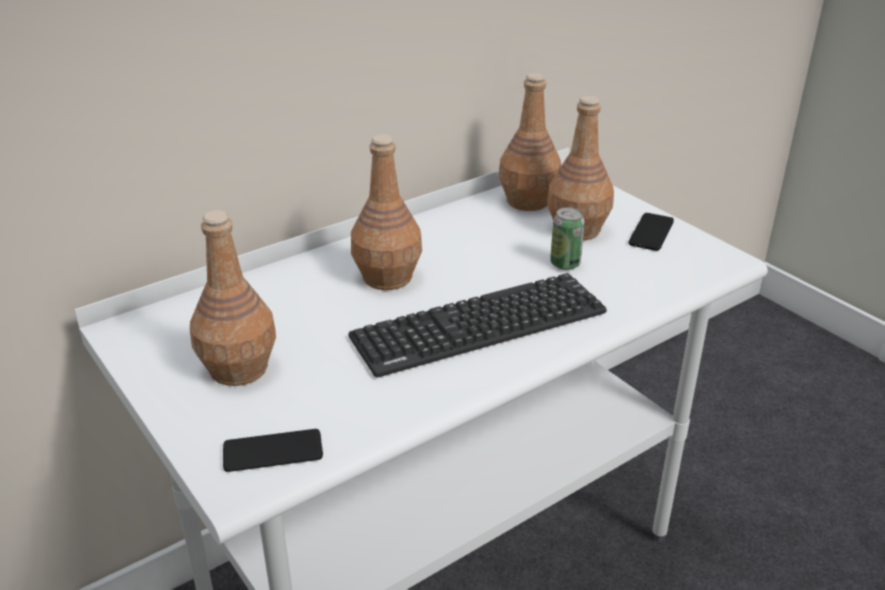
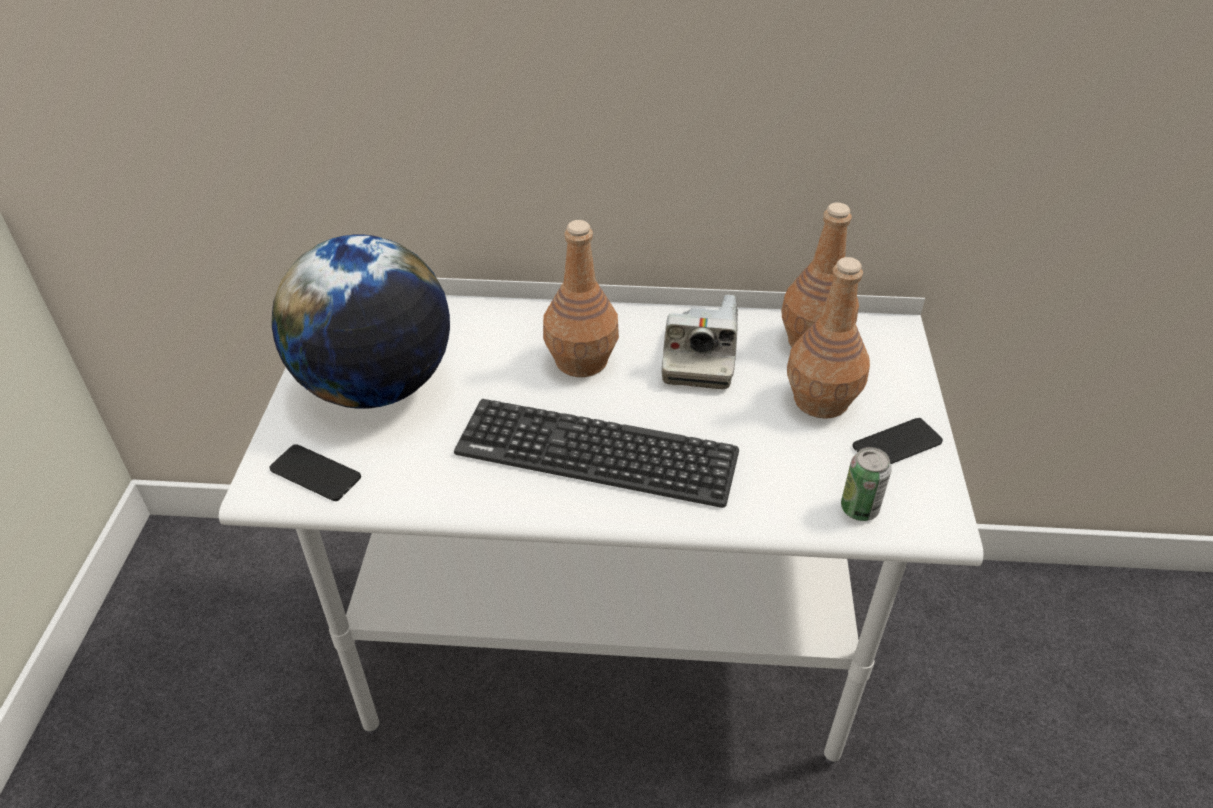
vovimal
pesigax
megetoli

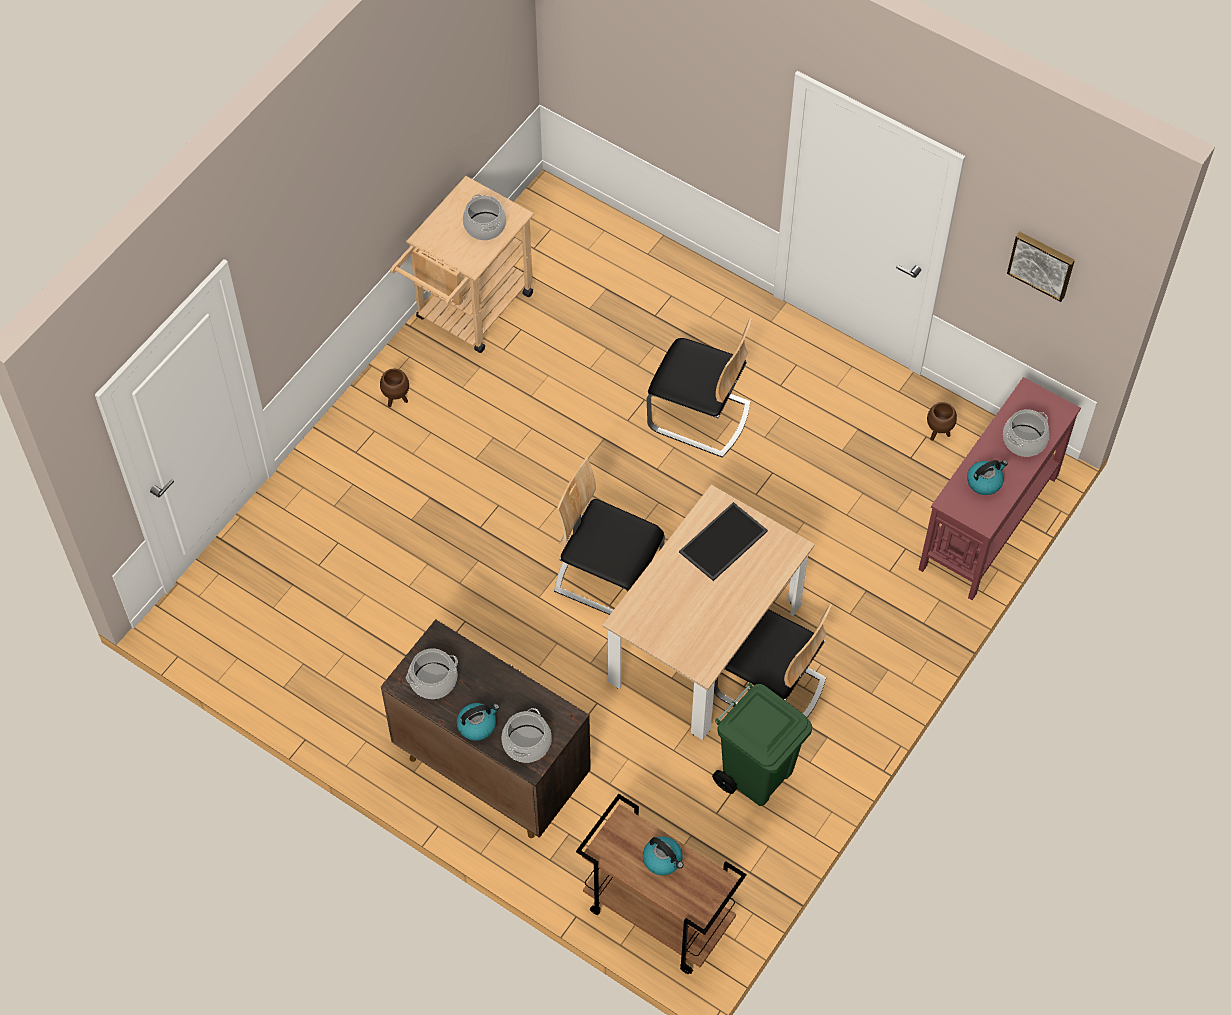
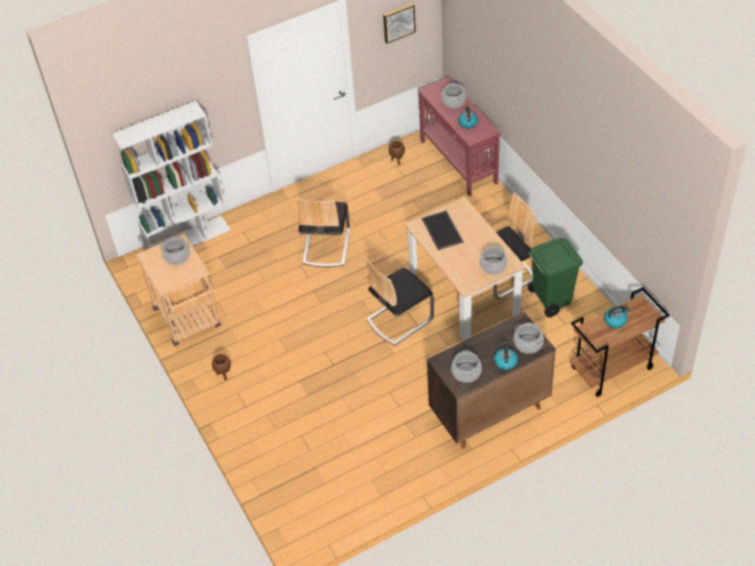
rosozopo (no. 1 from left)
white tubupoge
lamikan (no. 4 from left)

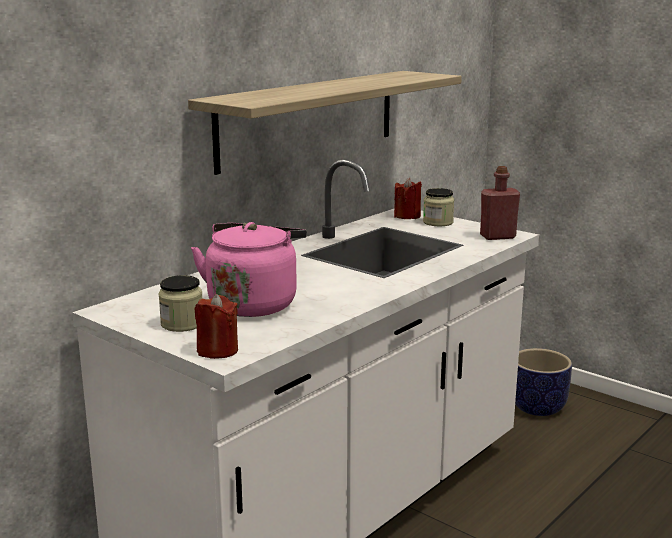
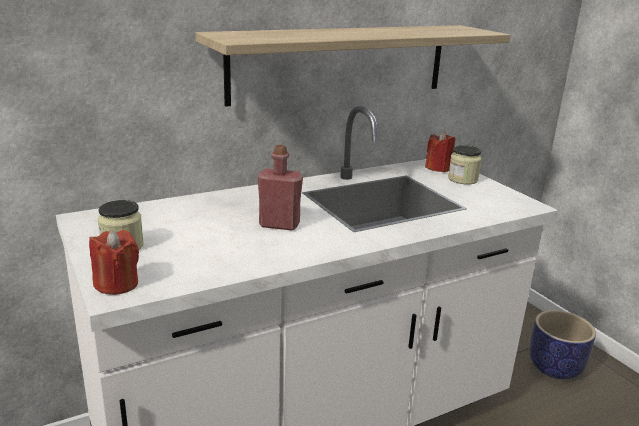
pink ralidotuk
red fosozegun

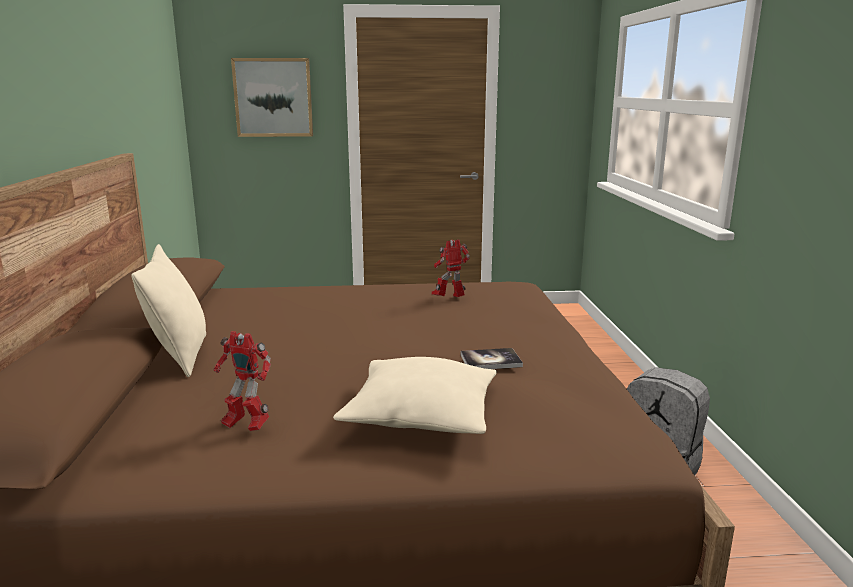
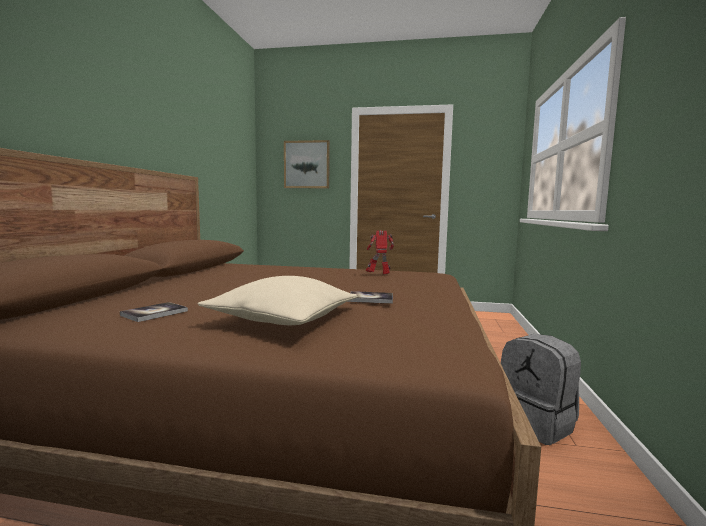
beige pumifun (no. 1 from left in the first image)
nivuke (no. 1 from left)

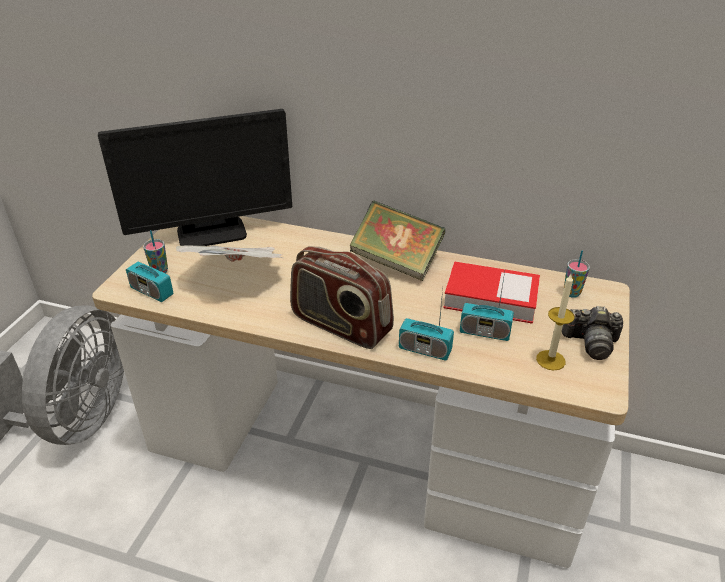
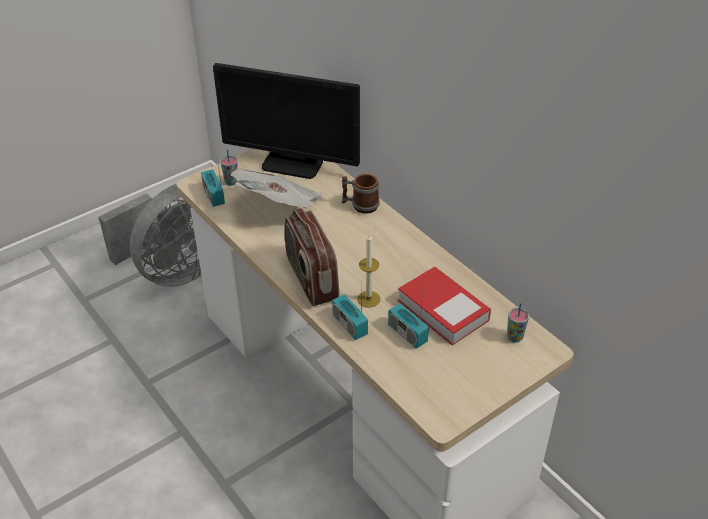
nivuke (no. 1 from left in the first image)
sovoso
megetoli
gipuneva

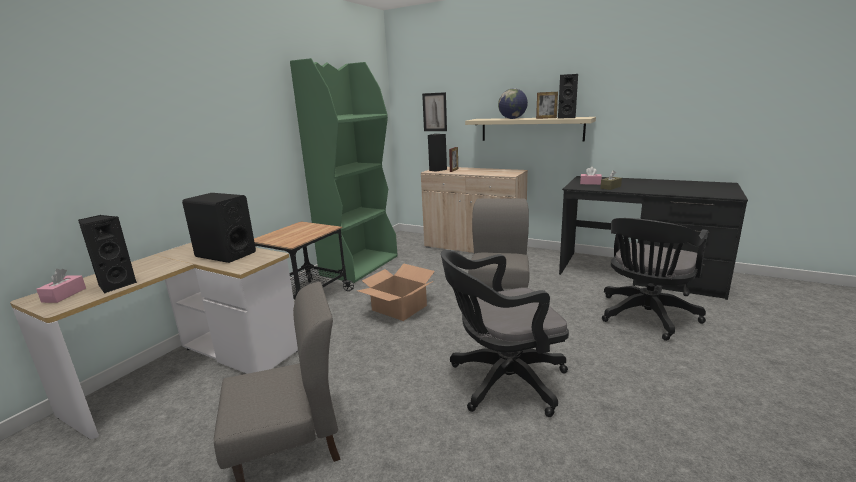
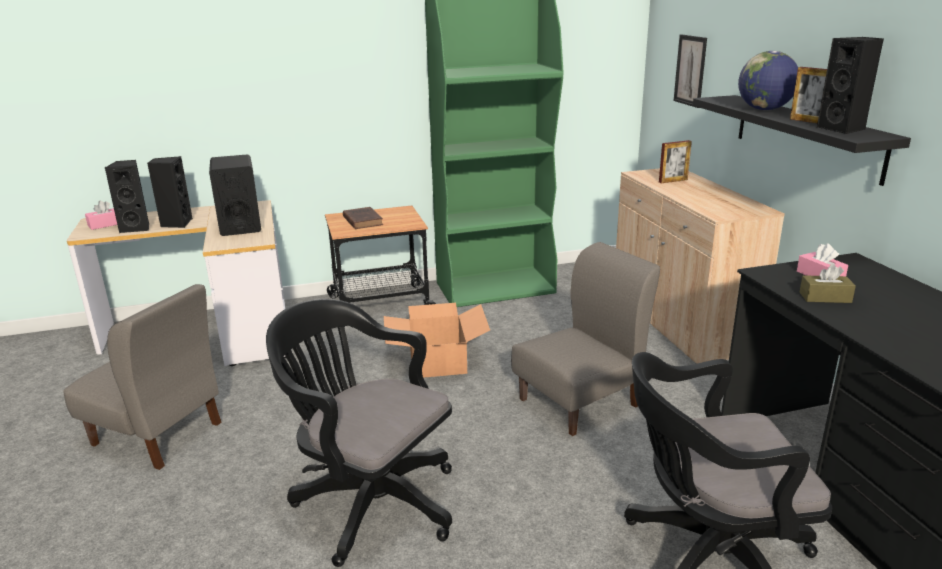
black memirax (no. 2 from left)
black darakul
brown nivuke

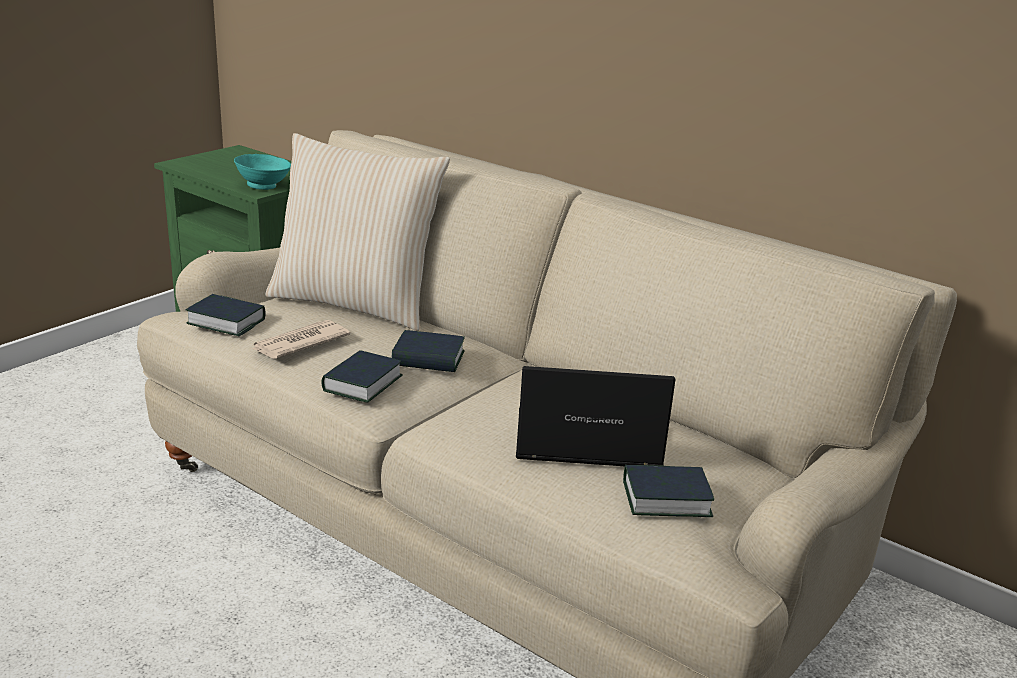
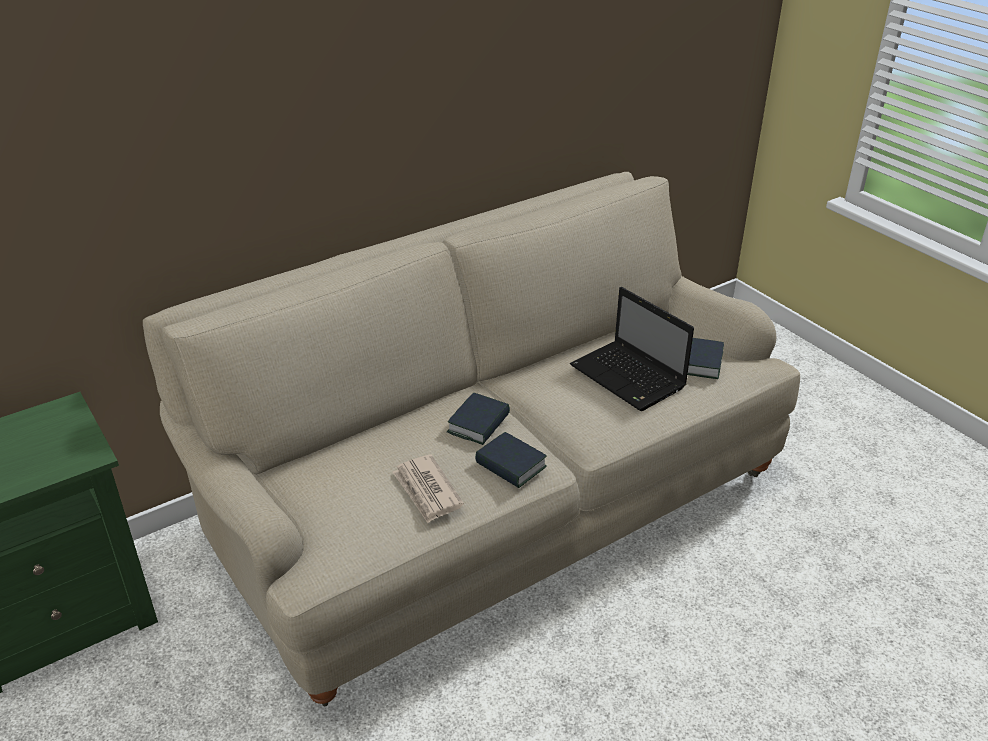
nivuke (no. 1 from left in the first image)
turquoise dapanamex
beige pumifun
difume

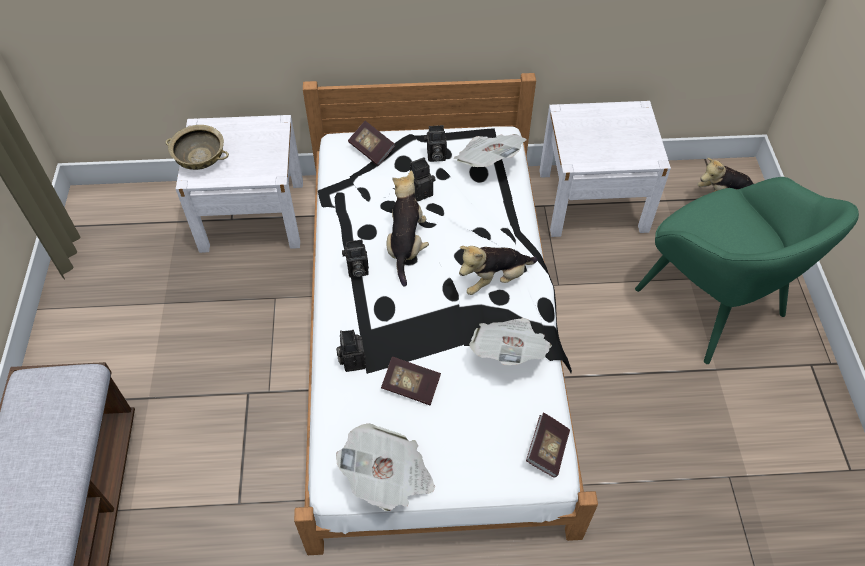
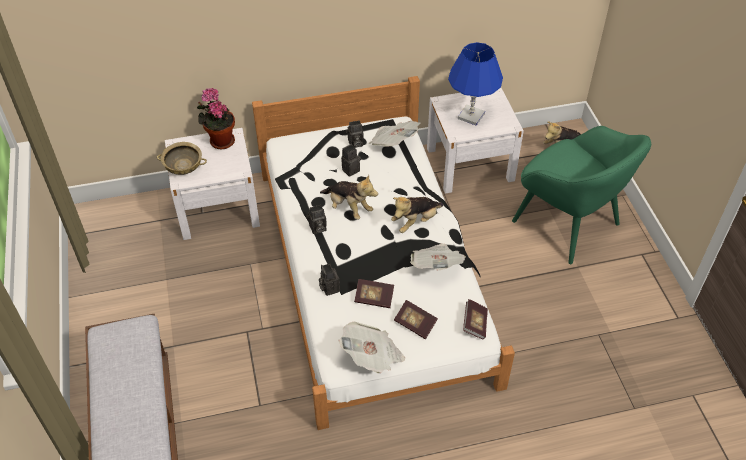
nivuke (no. 2 from left)
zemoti (no. 1 from left)
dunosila
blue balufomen

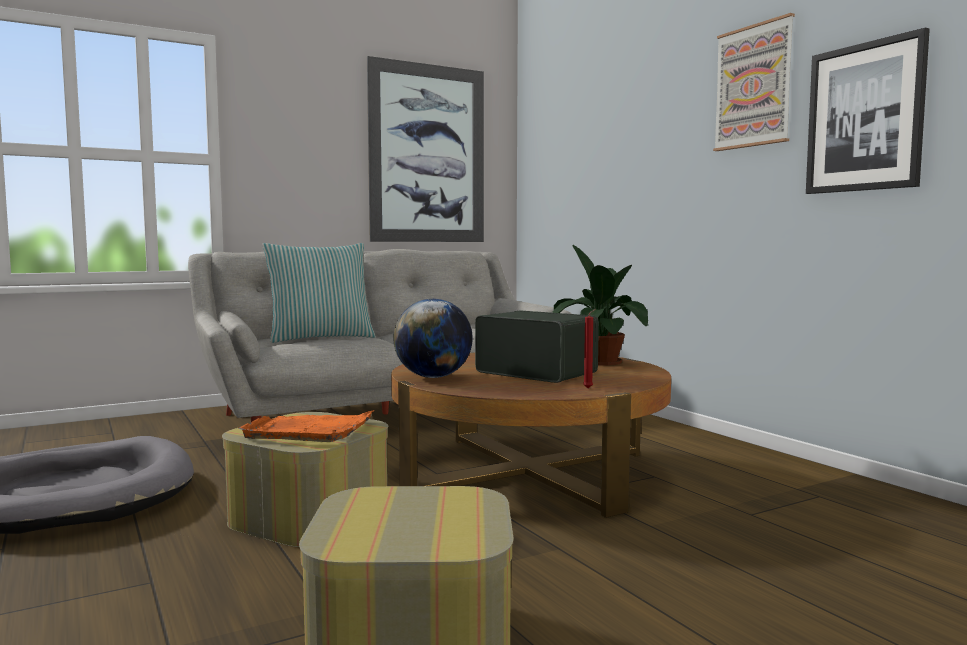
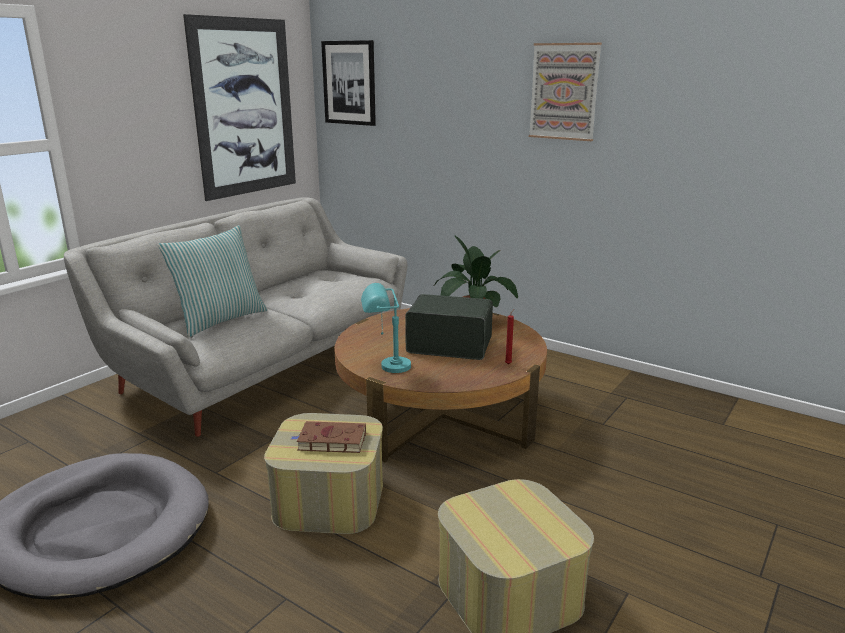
brown nivuke
turquoise balufomen
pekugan (no. 2 from left)

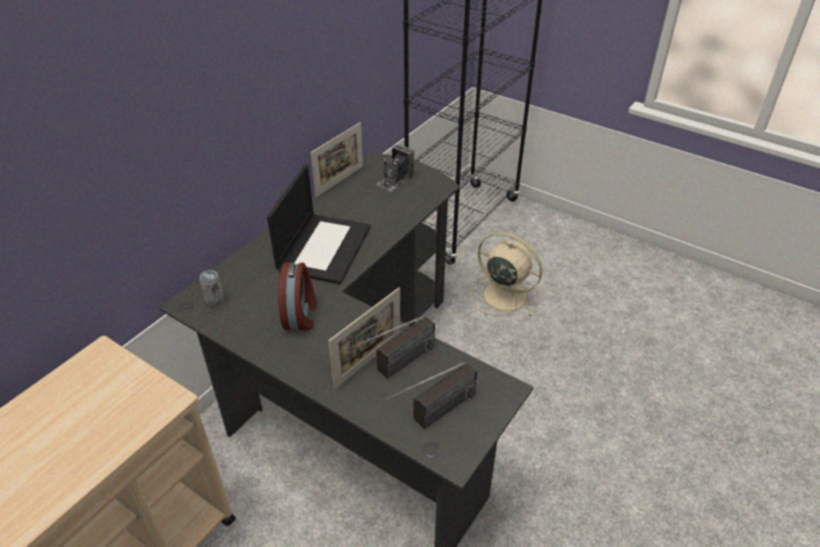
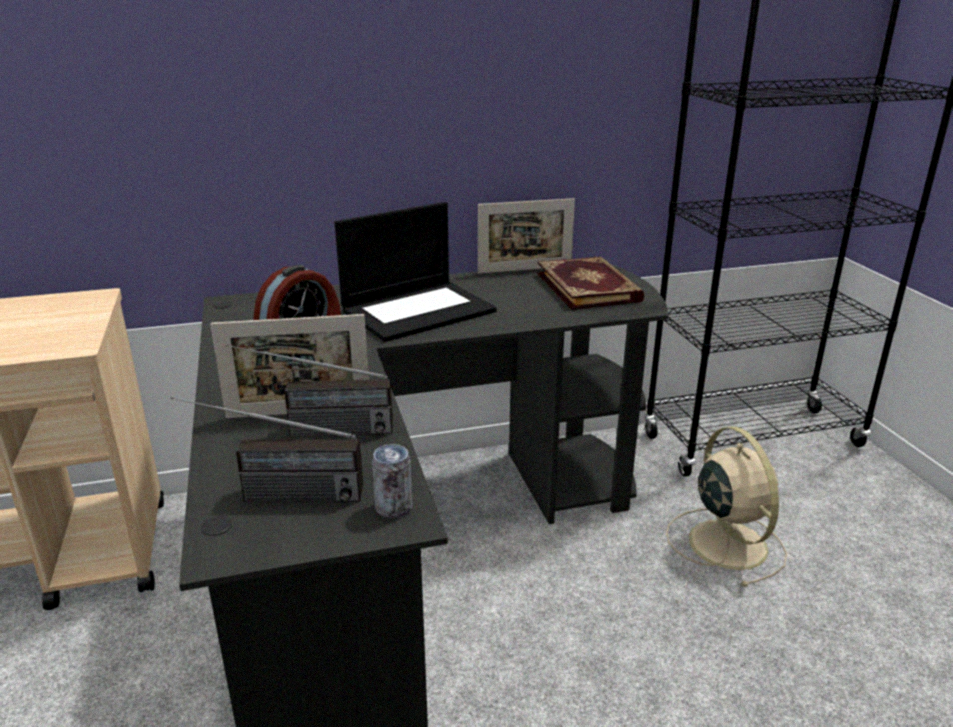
pesigax
nivuke

